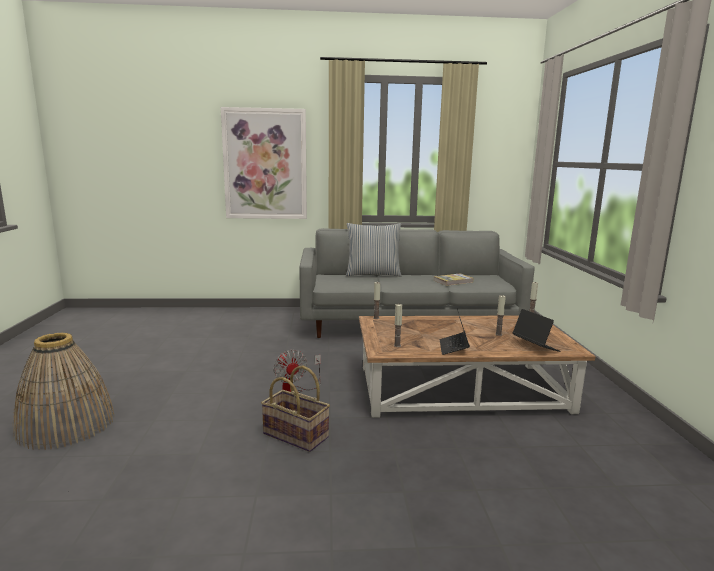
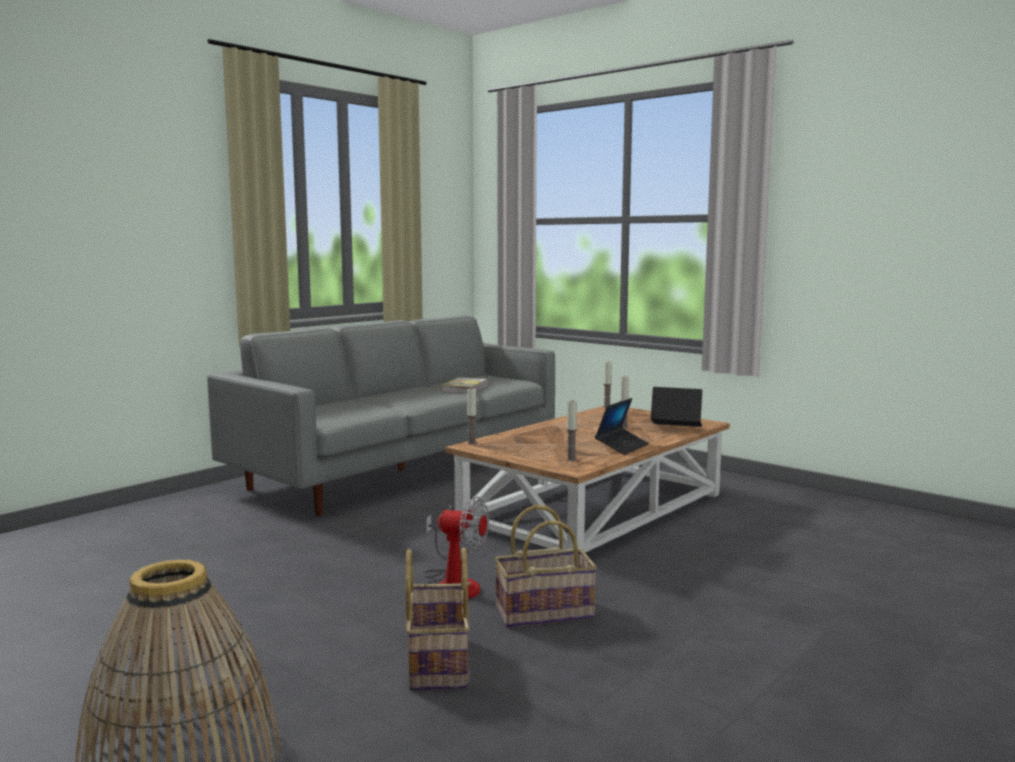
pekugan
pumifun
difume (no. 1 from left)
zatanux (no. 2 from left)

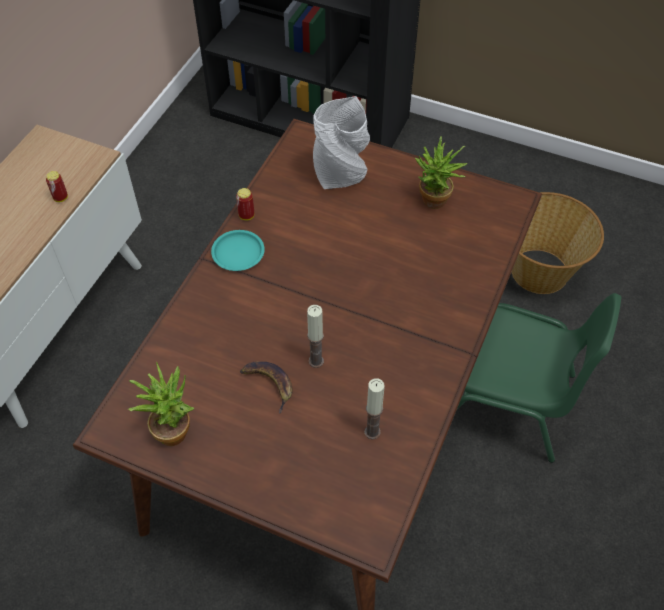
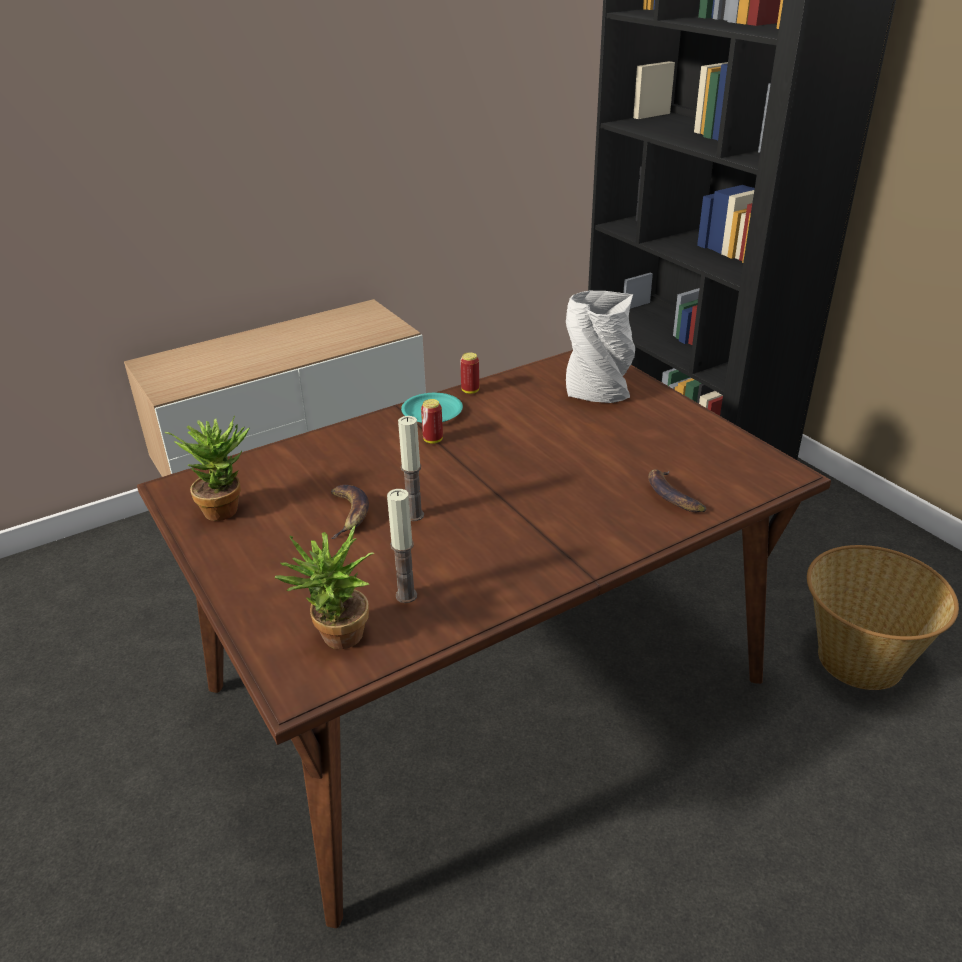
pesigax (no. 1 from left)
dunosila (no. 2 from left)
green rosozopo
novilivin (no. 2 from left)

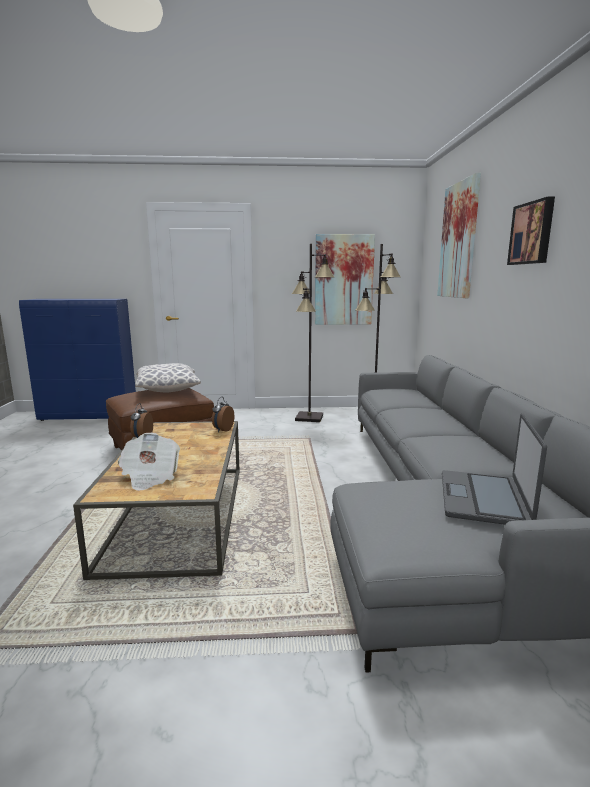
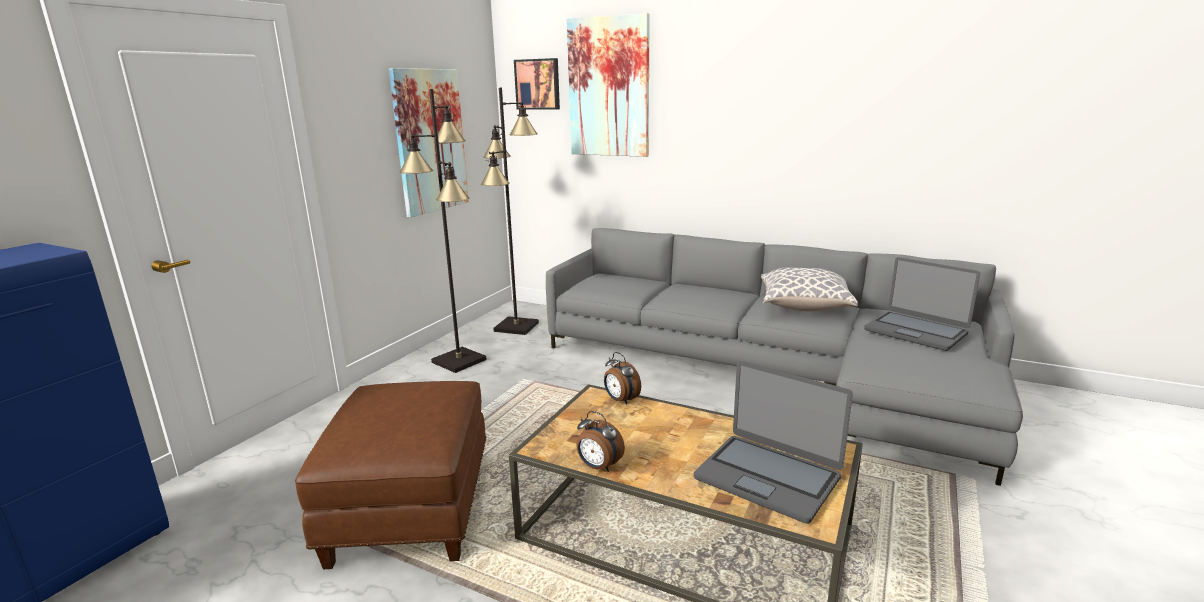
difume (no. 1 from left)
pumifun
pekugan (no. 2 from left)

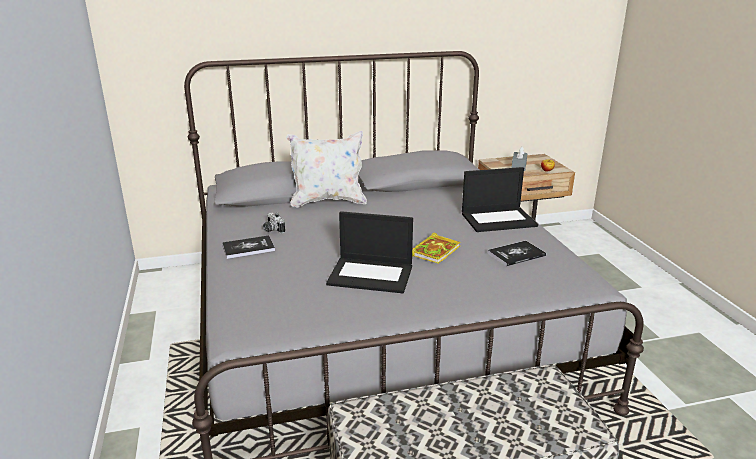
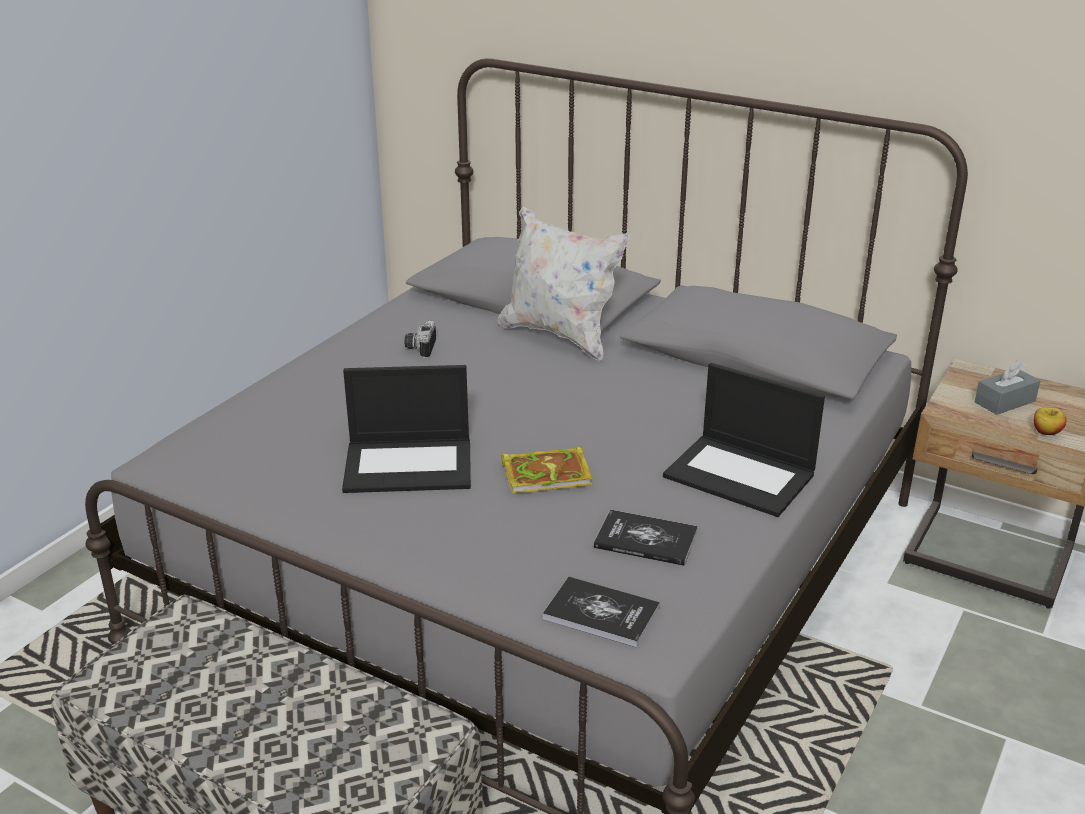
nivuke (no. 2 from left)
difume (no. 1 from left)

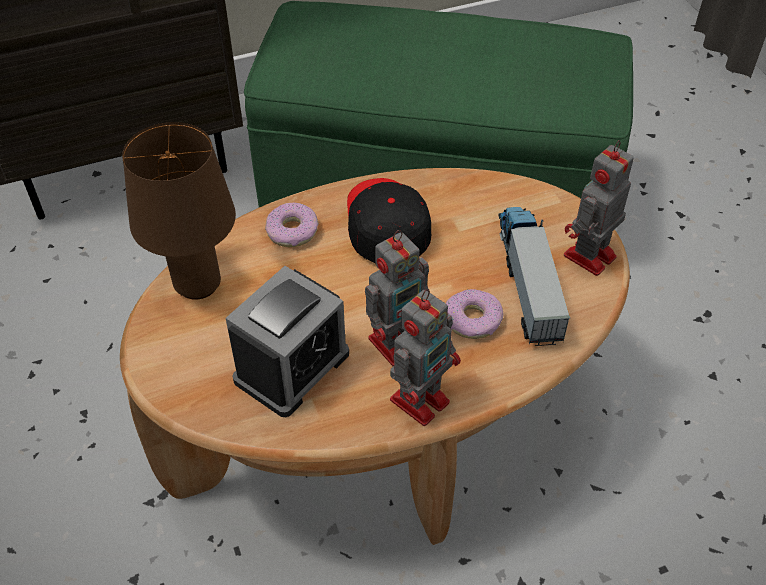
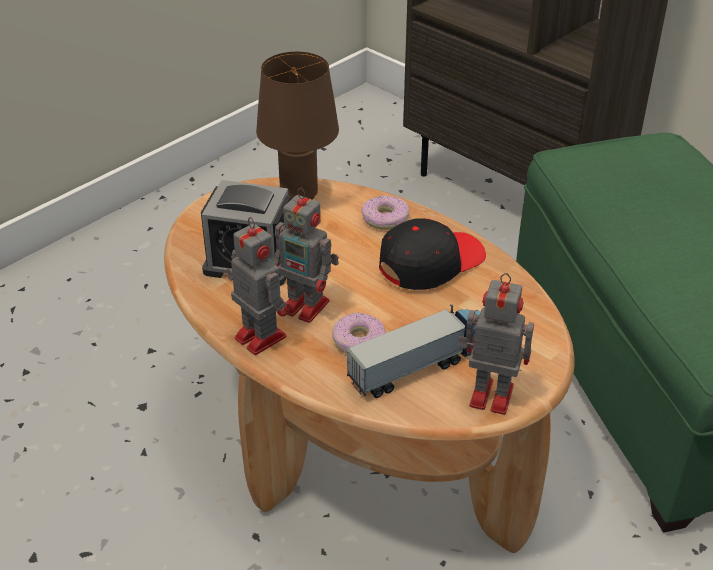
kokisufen (no. 1 from left)

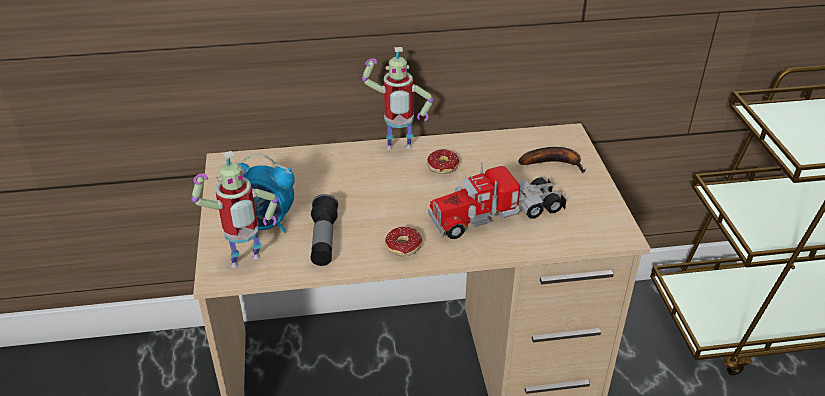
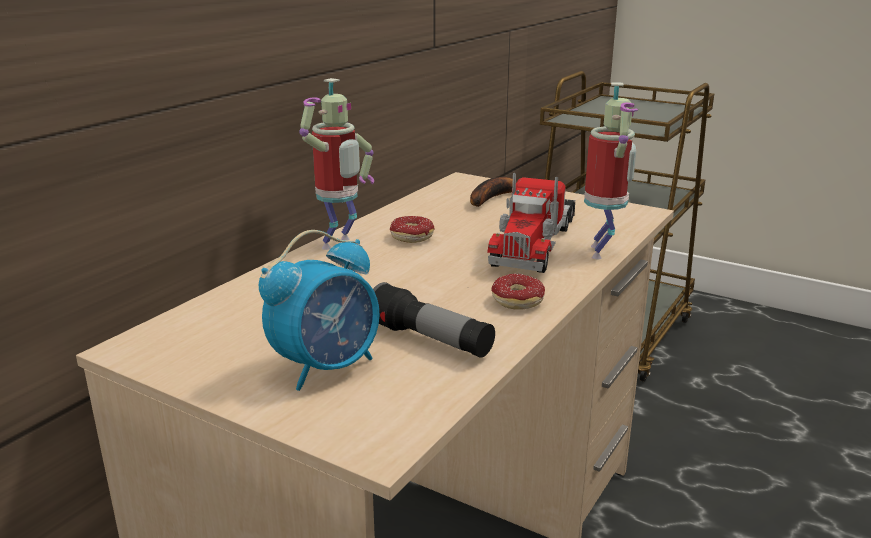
kokisufen (no. 2 from left)

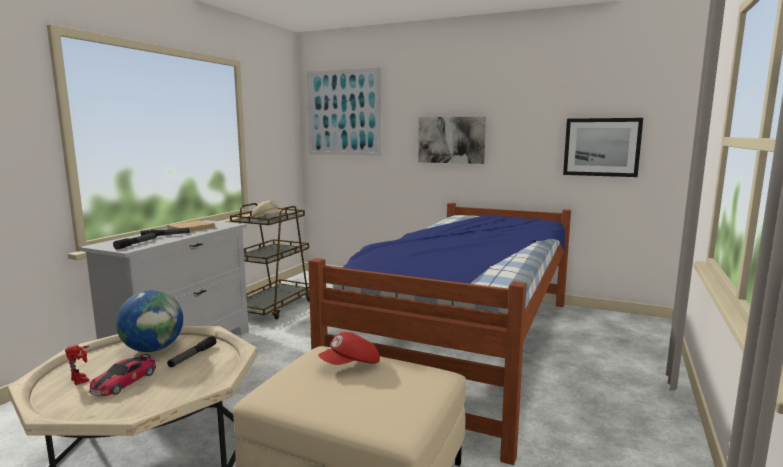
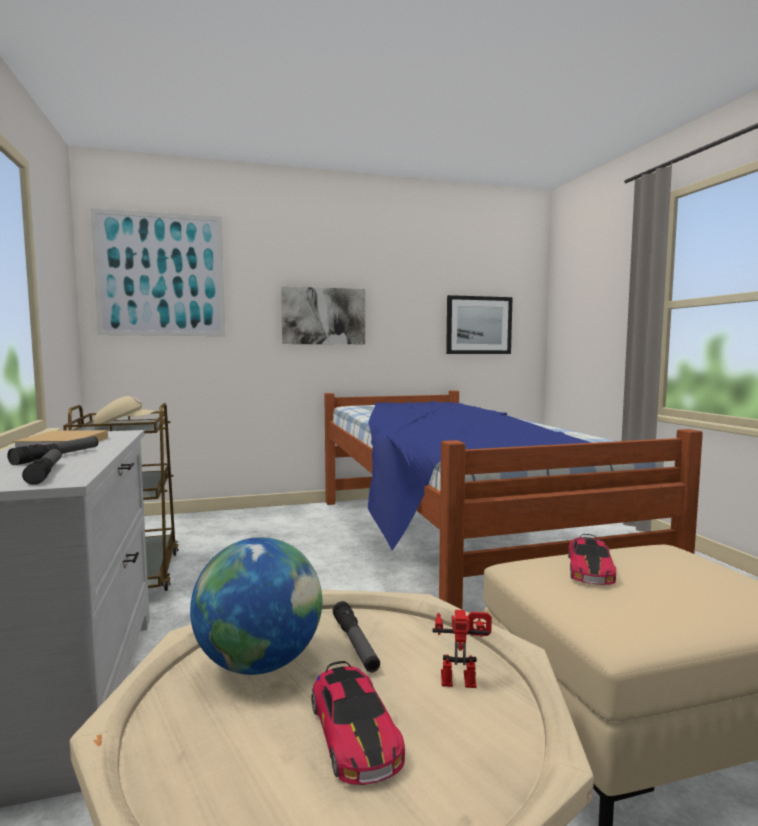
kokisufen
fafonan (no. 2 from left)

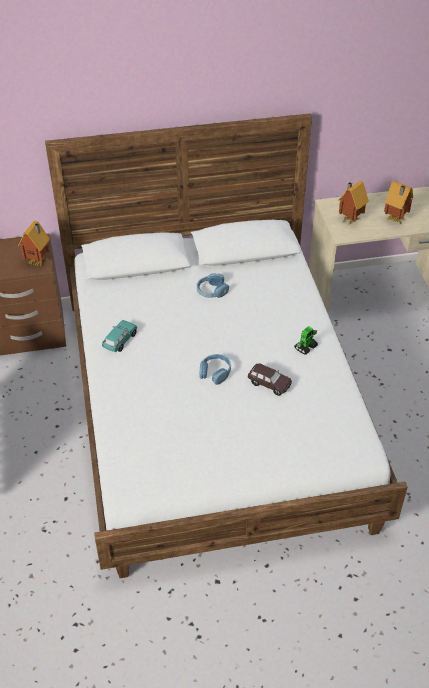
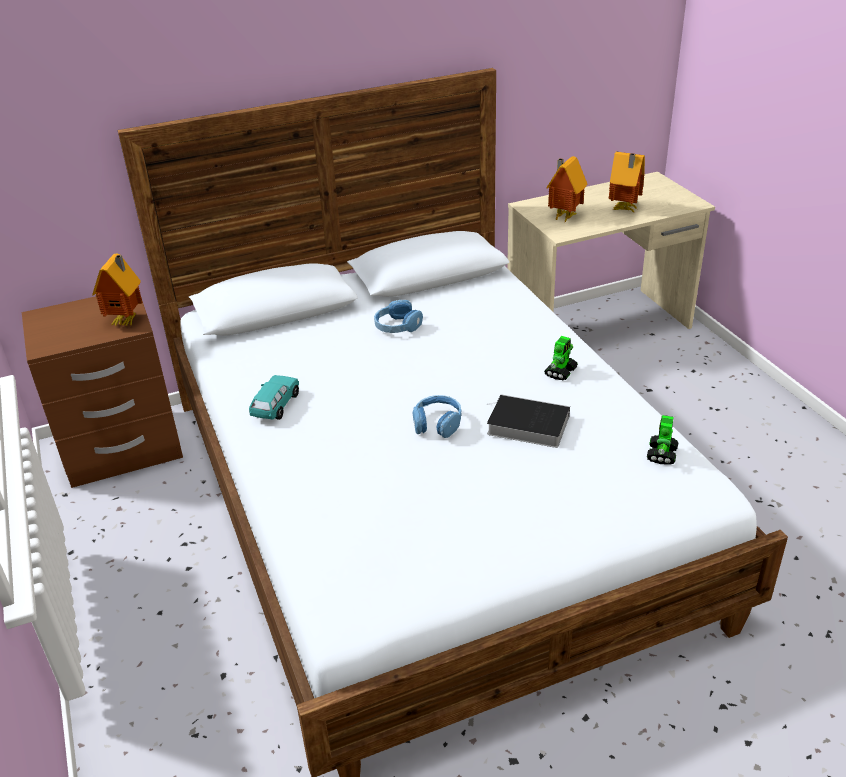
nivuke
kokisufen (no. 2 from left)

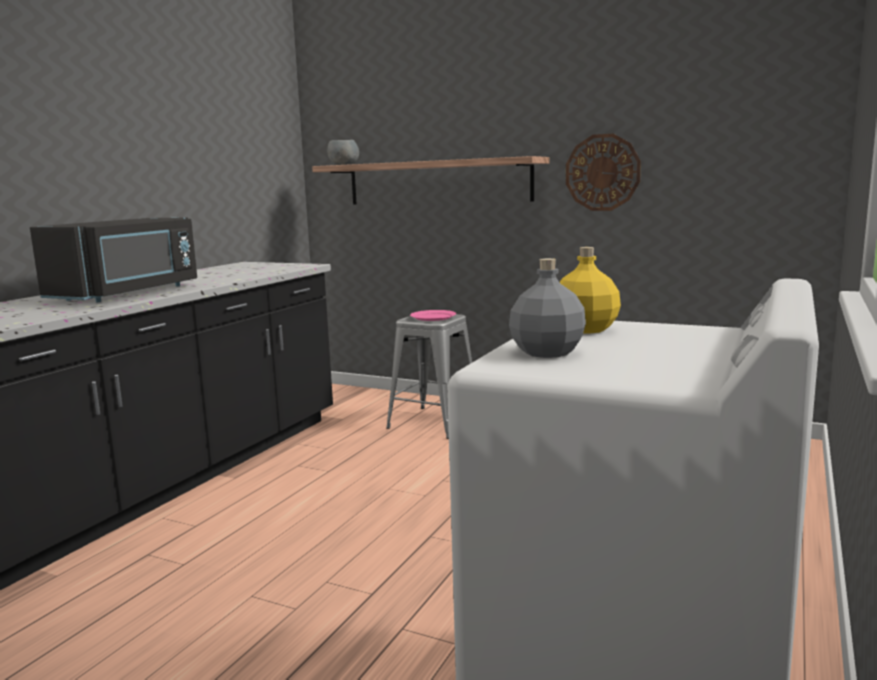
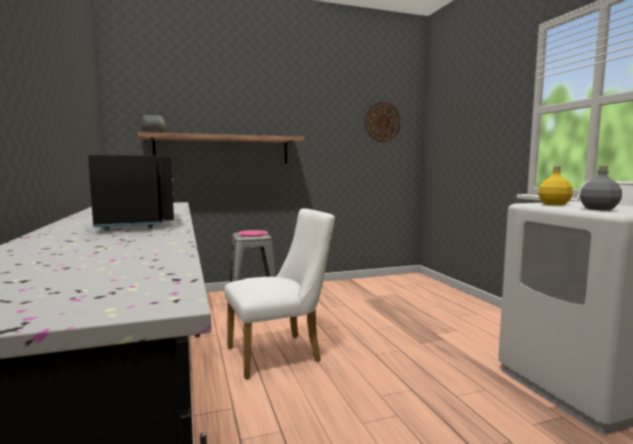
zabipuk
white rosozopo

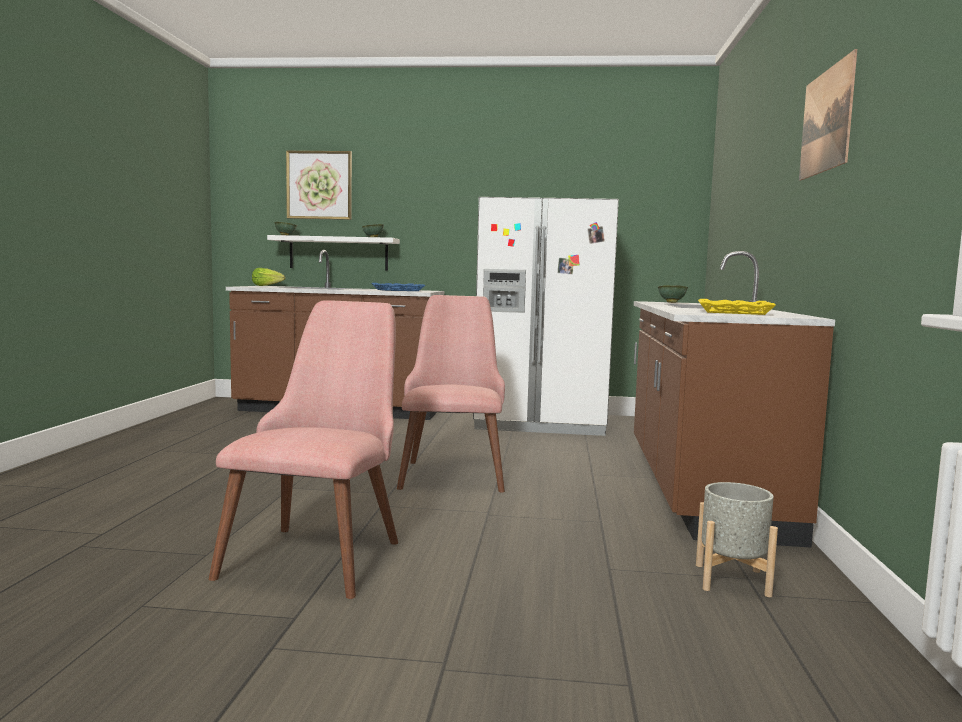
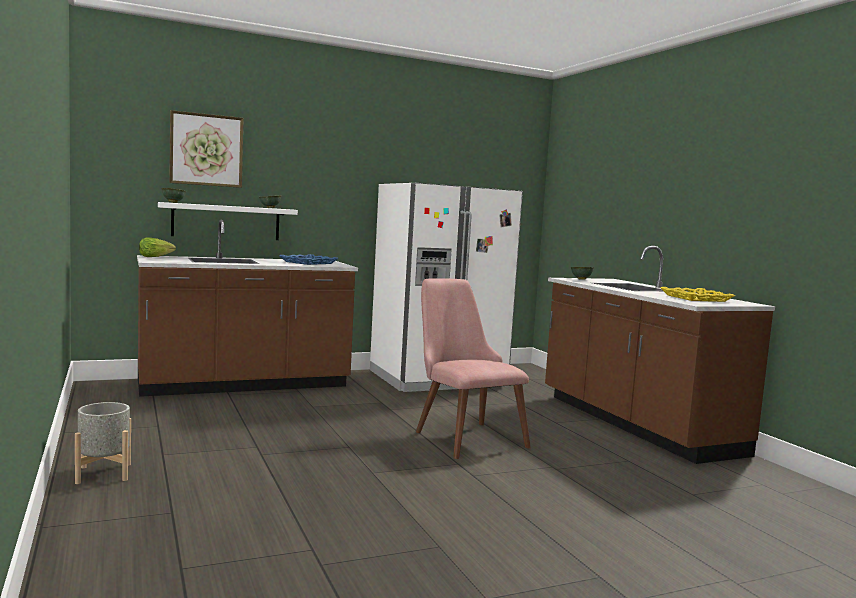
pink rosozopo (no. 1 from left in the first image)
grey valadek
pekugan (no. 2 from left in the first image)

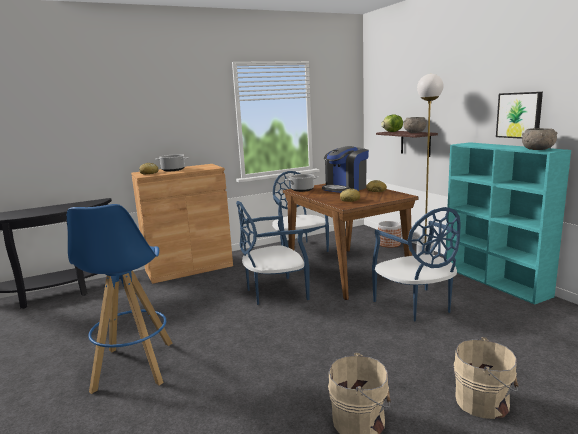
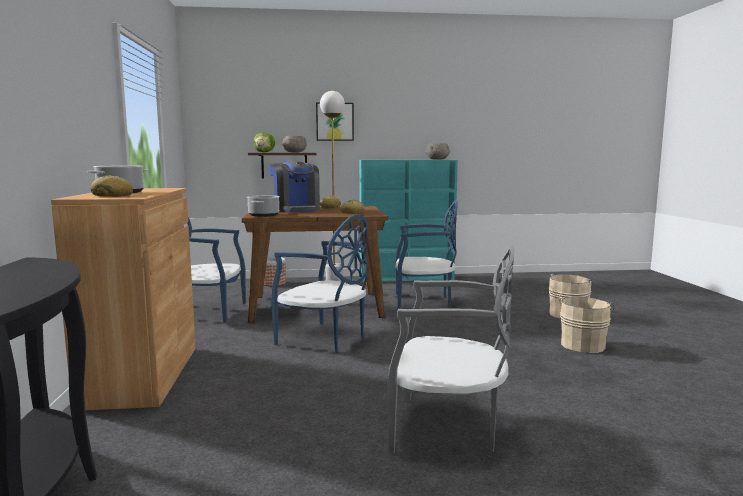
grey rosozopo
blue rosozopo (no. 2 from left)
pekugan

